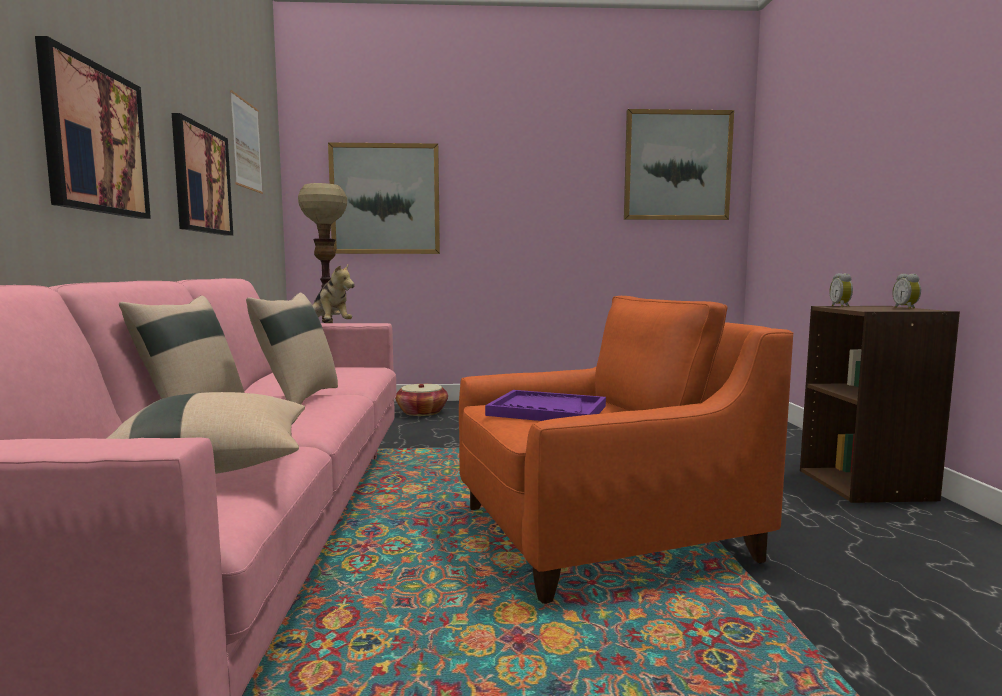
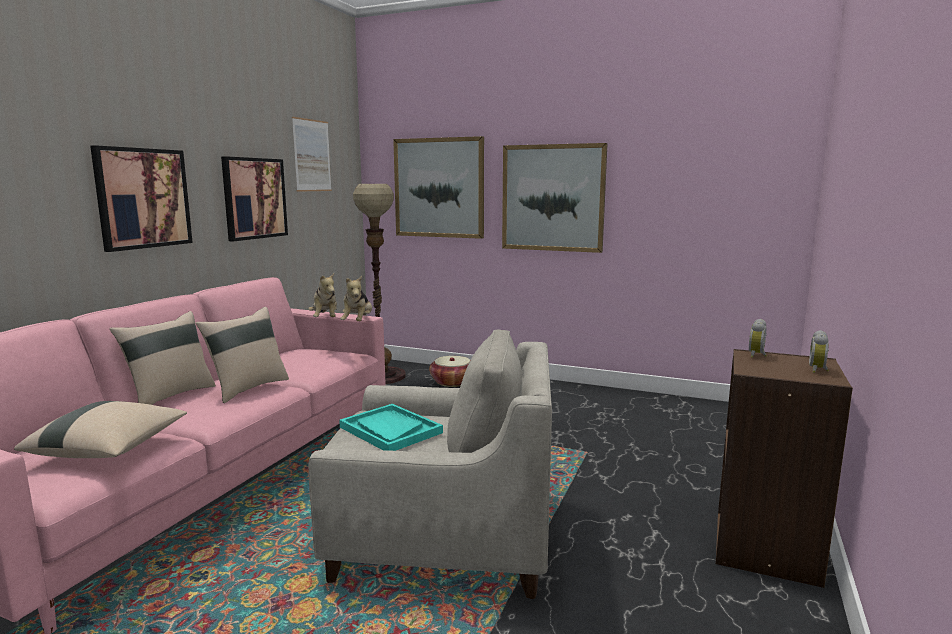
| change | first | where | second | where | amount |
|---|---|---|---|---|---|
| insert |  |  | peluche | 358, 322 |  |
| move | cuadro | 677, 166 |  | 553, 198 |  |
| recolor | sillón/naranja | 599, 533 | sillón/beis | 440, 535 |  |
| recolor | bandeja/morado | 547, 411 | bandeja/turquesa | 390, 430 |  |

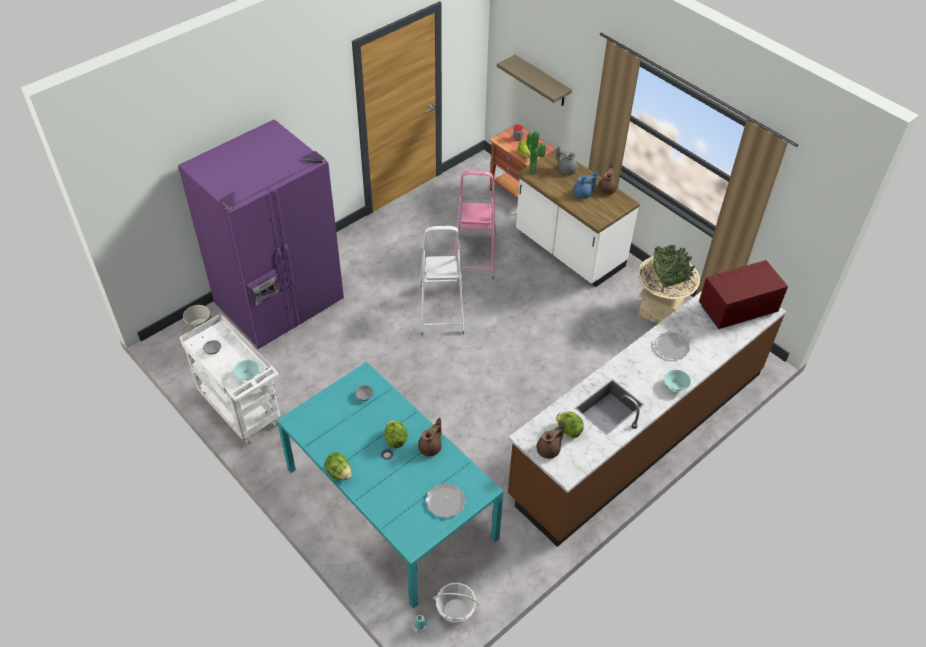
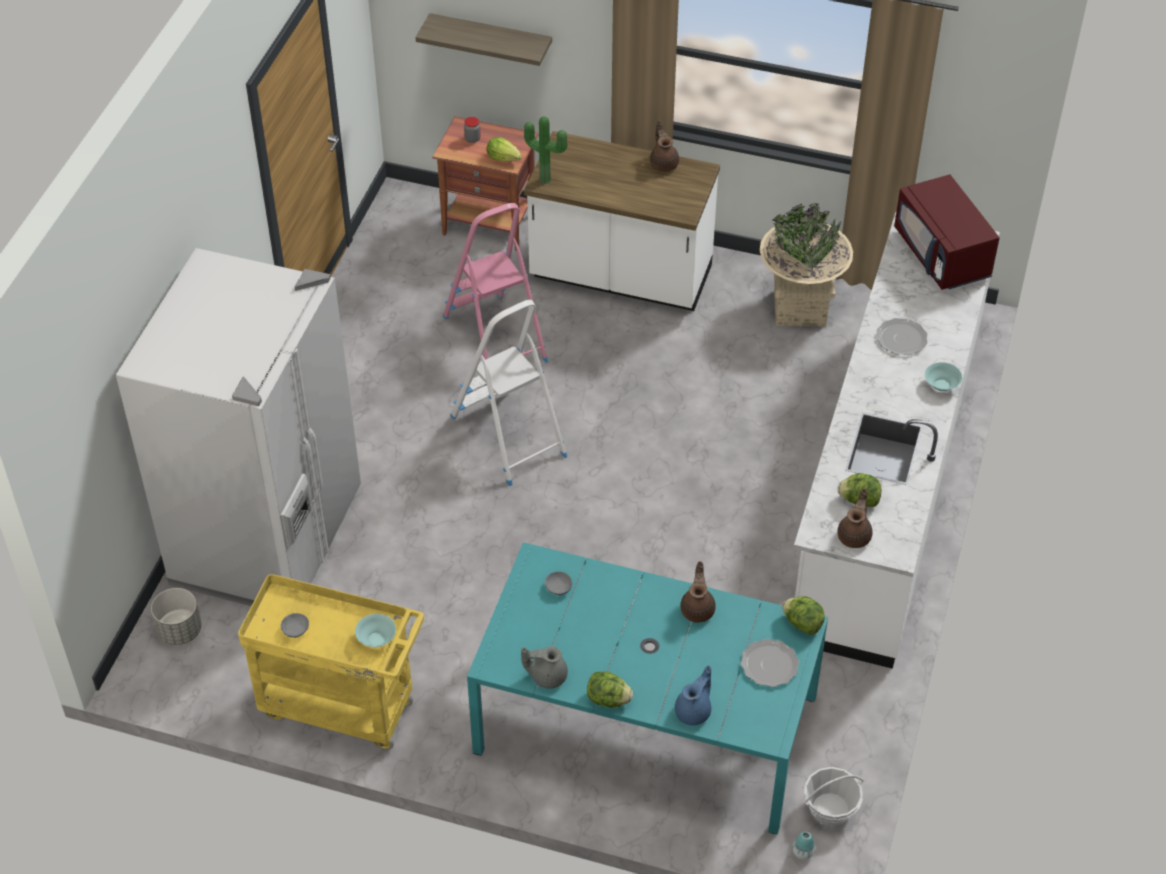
| change | first | where | second | where | amount |
|---|---|---|---|---|---|
| move | lechuga | 395, 439 |  | 802, 624 |  |
| move | tetera/gris | 566, 169 |  | 547, 676 |  |
| move | tetera/azul | 583, 194 |  | 694, 711 |  |
| recolor | nevera/morado | 280, 304 | nevera/blanco | 268, 537 |  |
| recolor | carrito/blanco | 243, 413 | carrito/amarillo | 344, 712 |  |
| recolor | mueble bajo de cocina/marrón | 639, 432 | mueble bajo de cocina/blanco | 886, 478 |  |
| rotate | microondas/rojo | 737, 309 |  | 942, 255 | 60 degrees counterclockwise |

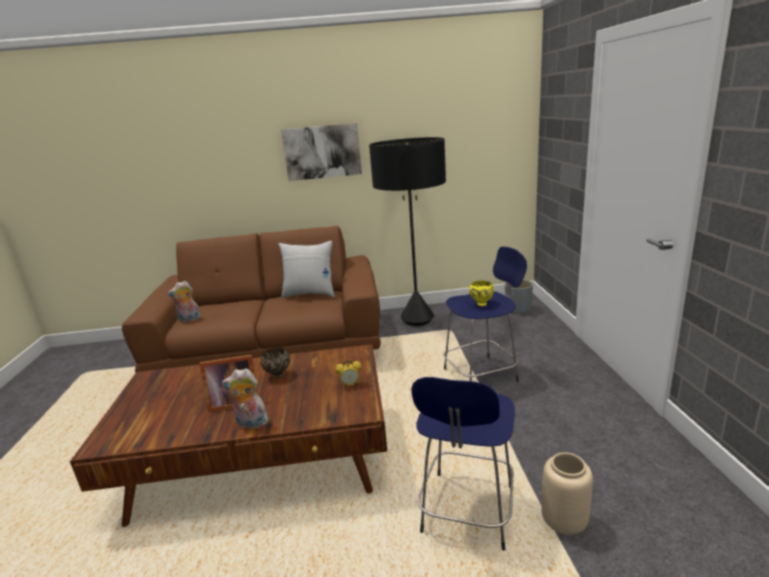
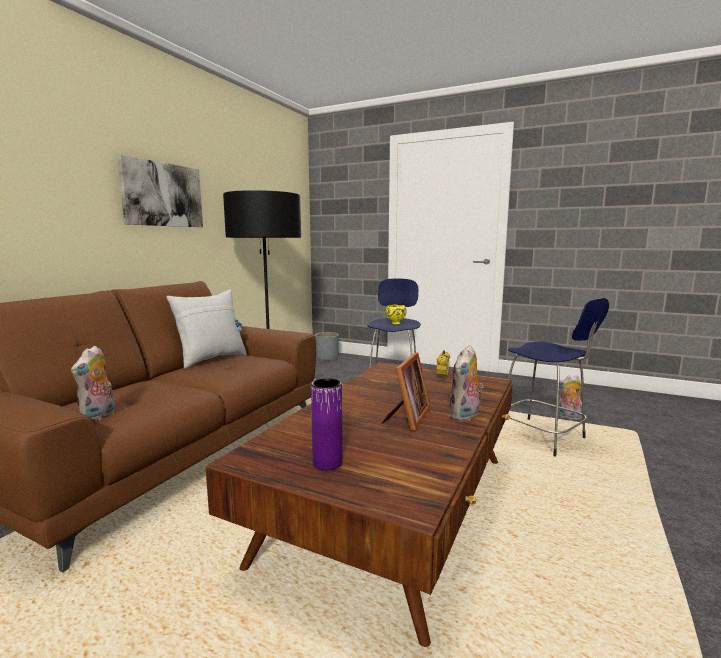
| change | first | where | second | where | amount |
|---|---|---|---|---|---|
| delete | cuenco/marrón | 277, 375 |  |  |  |
| insert |  |  | florero/morado | 327, 463 |  |
| replace | florero/beis | 565, 522 | peluche | 568, 417 |  |

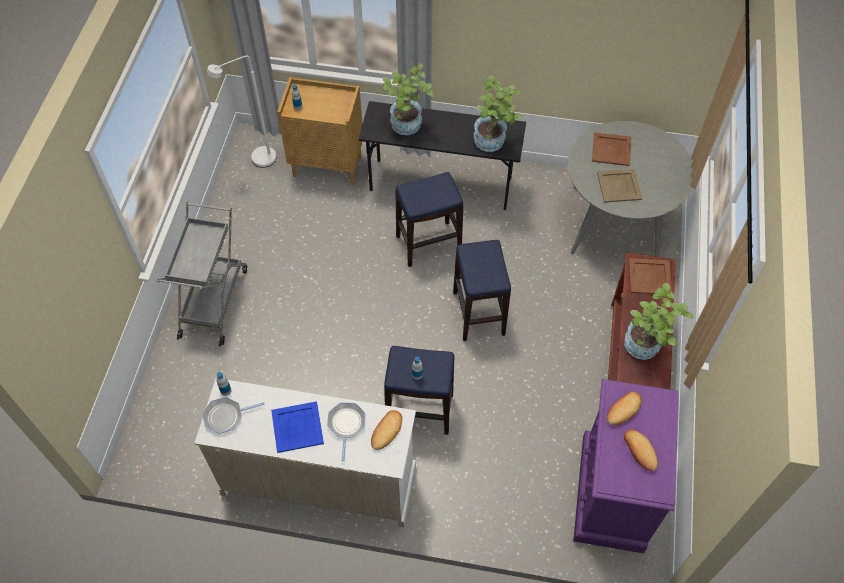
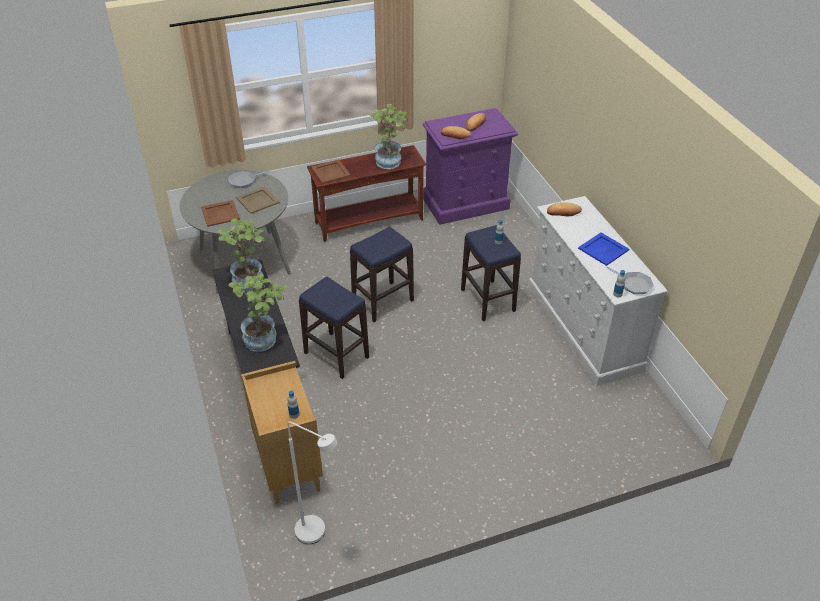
| change | first | where | second | where | amount |
|---|---|---|---|---|---|
| delete | carrito/gris | 215, 302 |  |  |  |
| move | sartén | 346, 425 |  | 244, 181 |  |

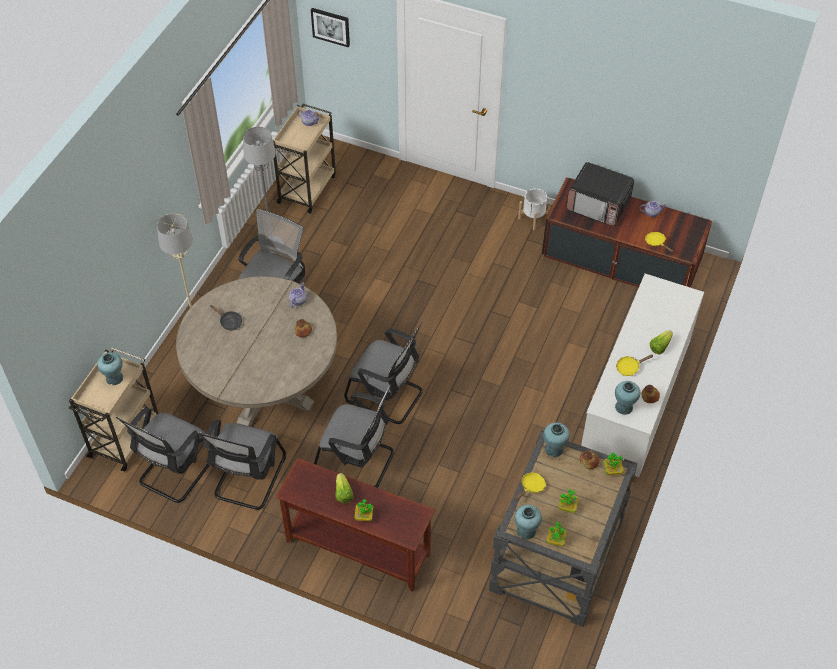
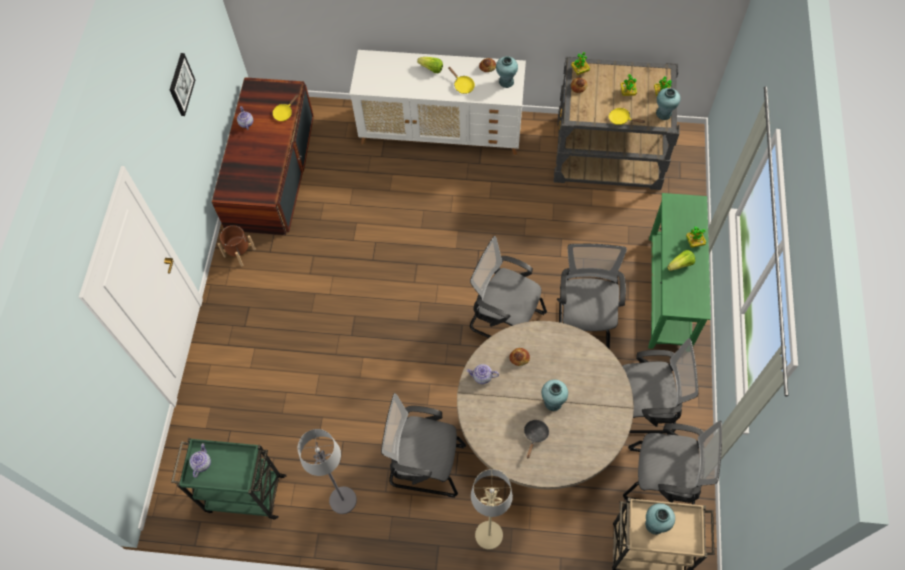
| change | first | where | second | where | amount |
|---|---|---|---|---|---|
| delete | microondas | 598, 205 |  |  |  |
| move | cuadro | 331, 26 |  | 181, 84 |  |
| move | florero/turquesa | 553, 449 |  | 553, 402 |  |
| recolor | carrito/beis | 307, 188 | carrito/verde | 243, 493 |  |
| recolor | mesa consola/marrón | 357, 548 | mesa consola/verde | 669, 294 |  |
| recolor | maceta/blanco | 533, 218 | maceta/marrón | 239, 253 |  |
| rotate | silla | 386, 397 |  | 505, 319 | 75 degrees counterclockwise |

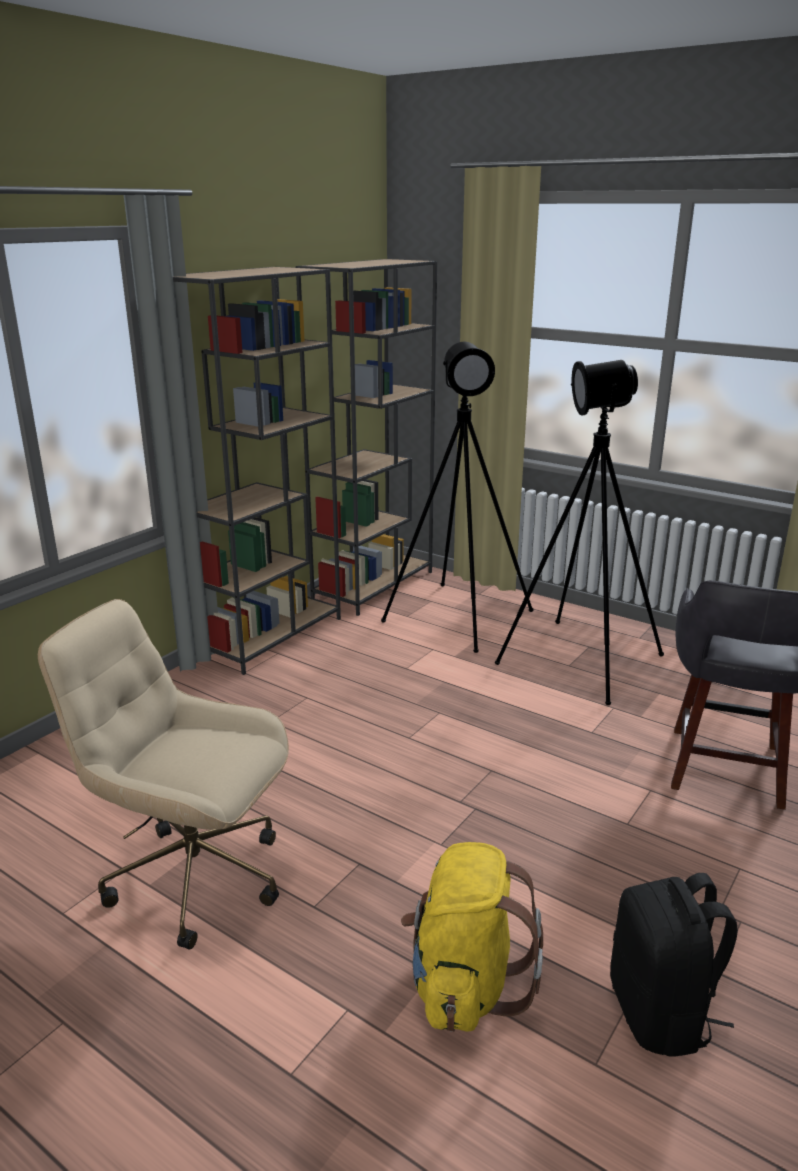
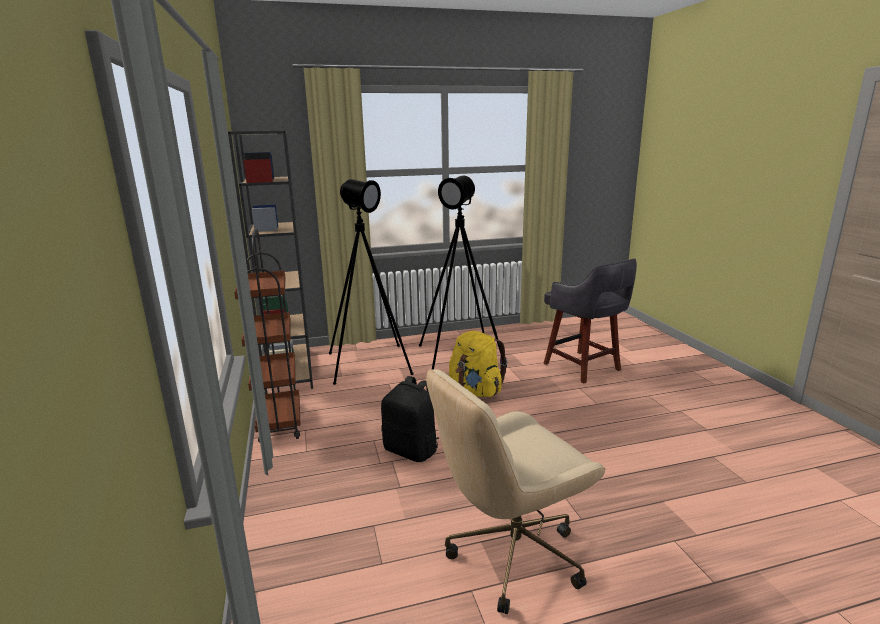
| change | first | where | second | where | amount |
|---|---|---|---|---|---|
| move | mochila/amarillo | 465, 984 |  | 476, 391 |  |
| move | mochila/negro | 661, 1014 |  | 412, 450 |  |
| replace | estantería | 270, 636 | carrito/marrón | 279, 424 |  |

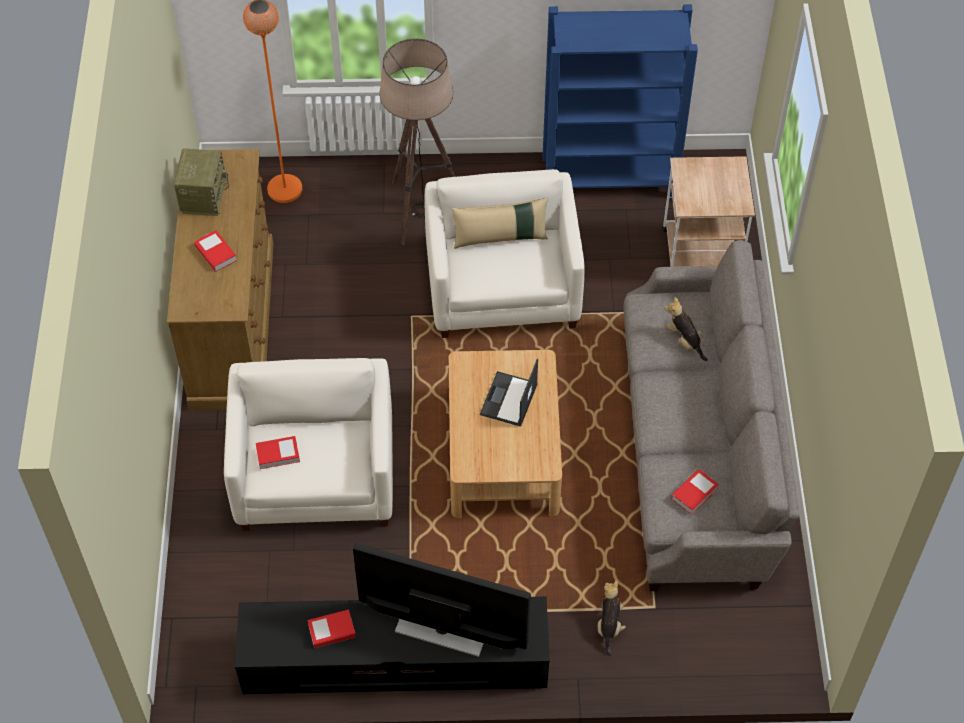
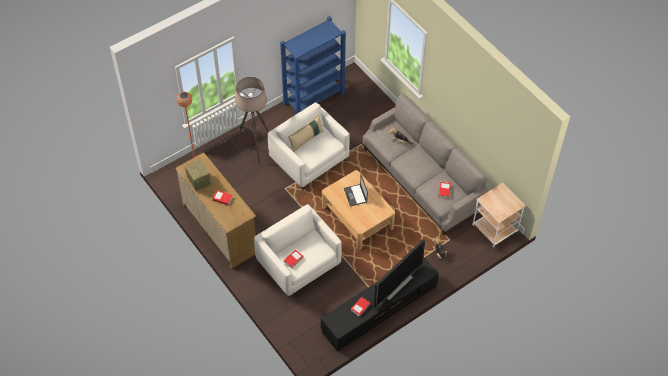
| change | first | where | second | where | amount |
|---|---|---|---|---|---|
| move | carrito/beis | 700, 257 |  | 495, 230 |  |
| rotate | televisor | 441, 631 |  | 396, 285 | 150 degrees clockwise |

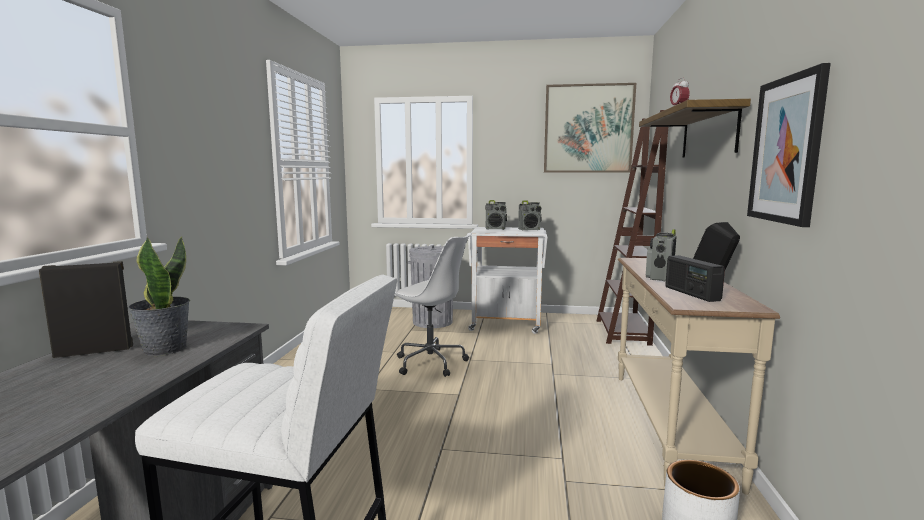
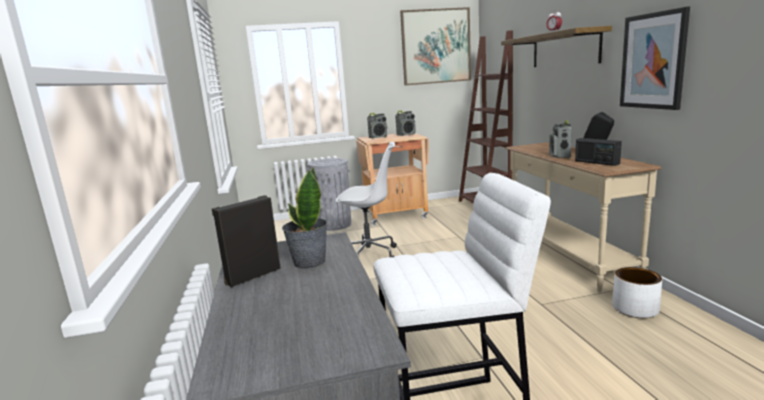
| change | first | where | second | where | amount |
|---|---|---|---|---|---|
| recolor | carrito/blanco | 507, 324 | carrito/marrón | 396, 215 |  |

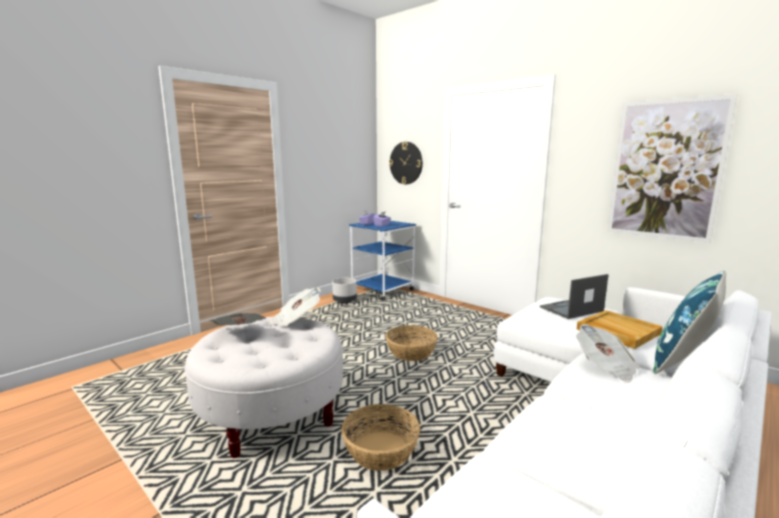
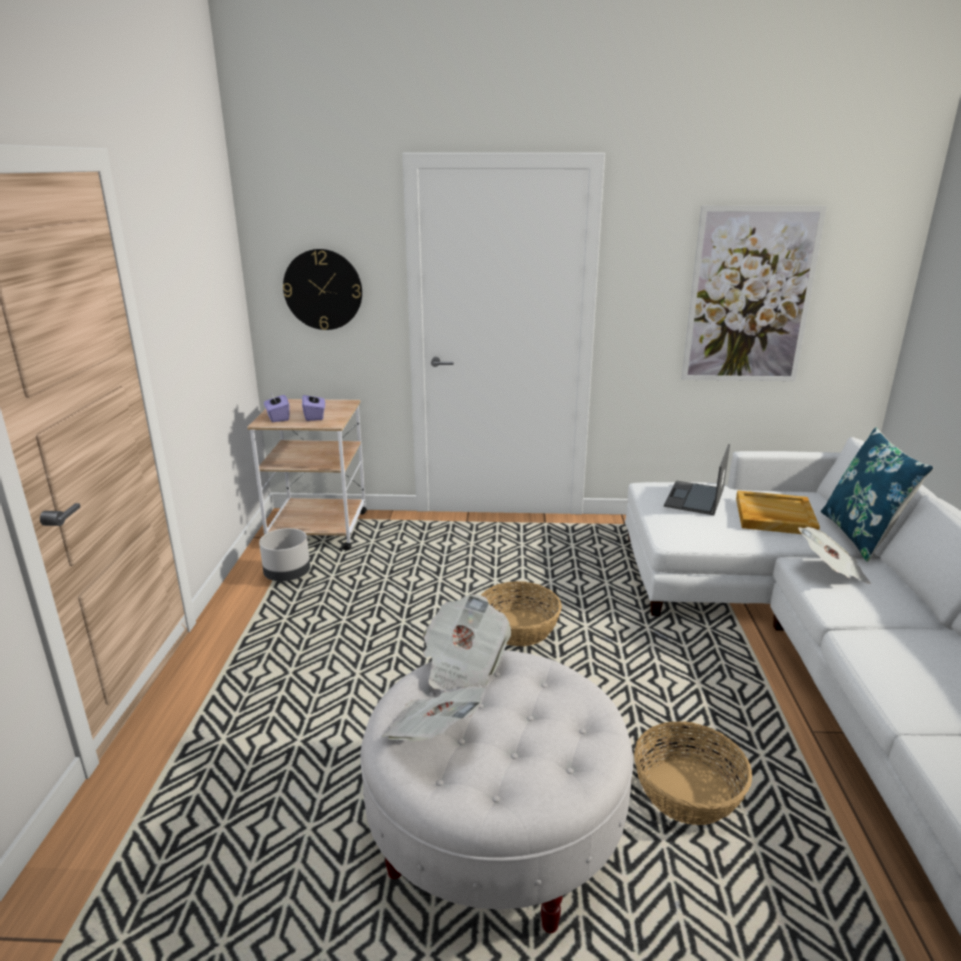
| change | first | where | second | where | amount |
|---|---|---|---|---|---|
| recolor | carrito/azul | 383, 291 | carrito/beis | 320, 530 |  |

